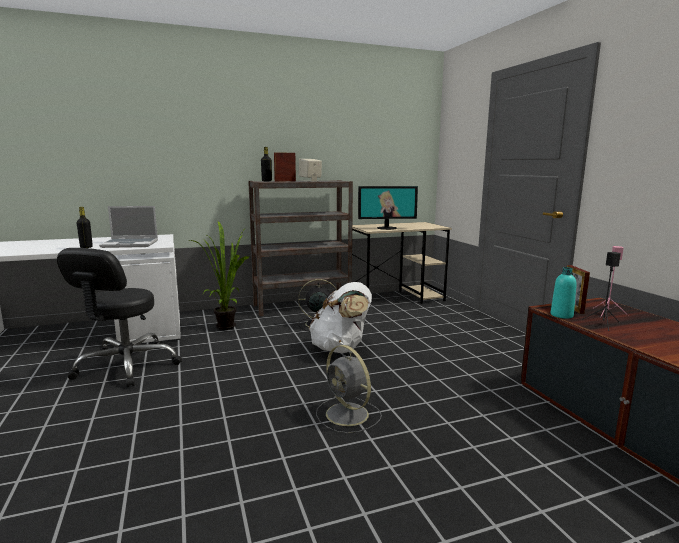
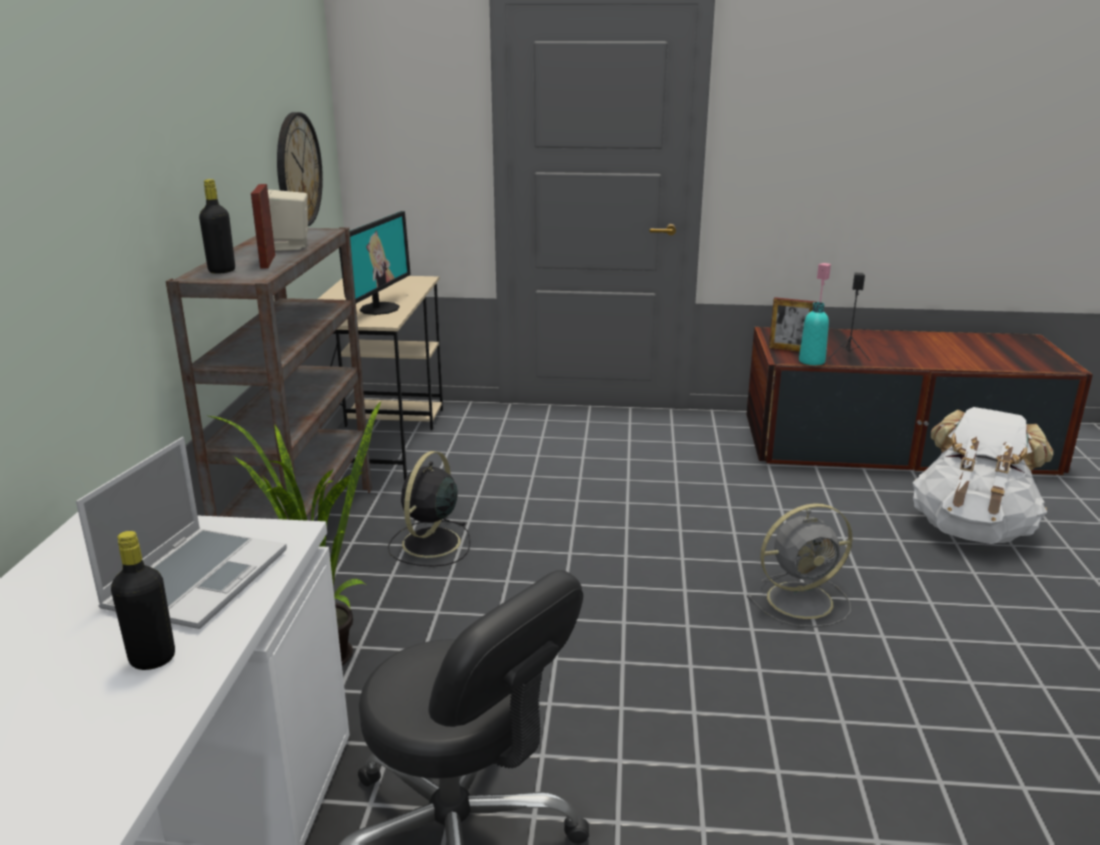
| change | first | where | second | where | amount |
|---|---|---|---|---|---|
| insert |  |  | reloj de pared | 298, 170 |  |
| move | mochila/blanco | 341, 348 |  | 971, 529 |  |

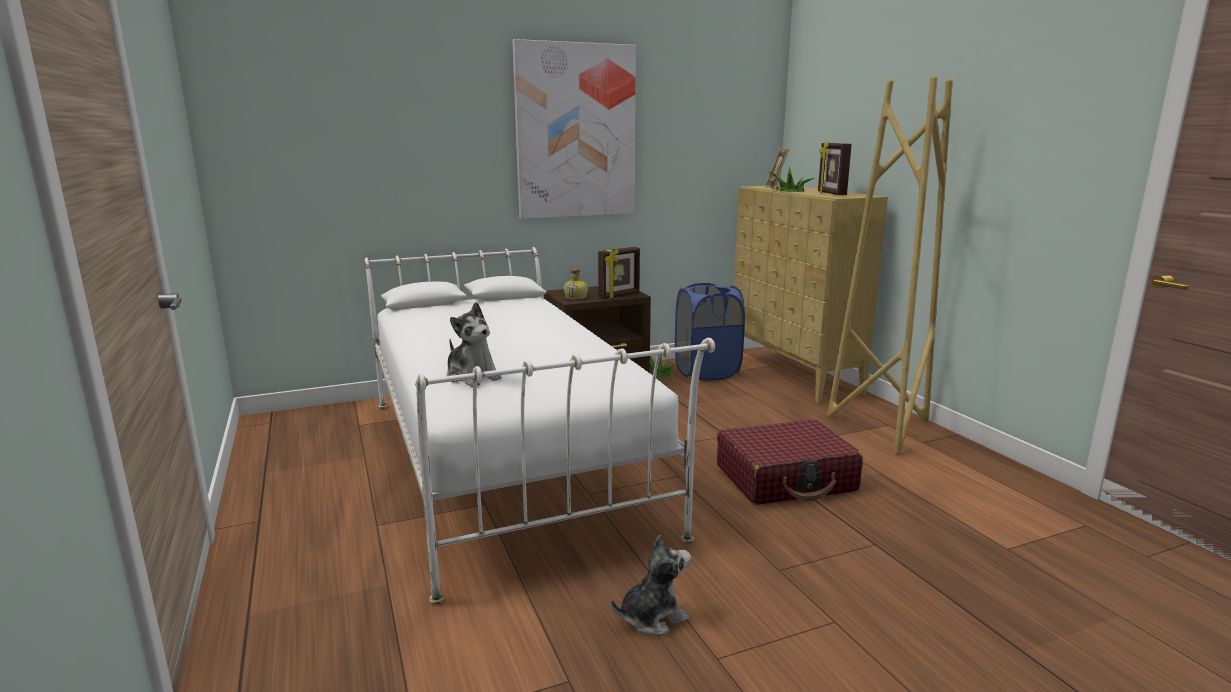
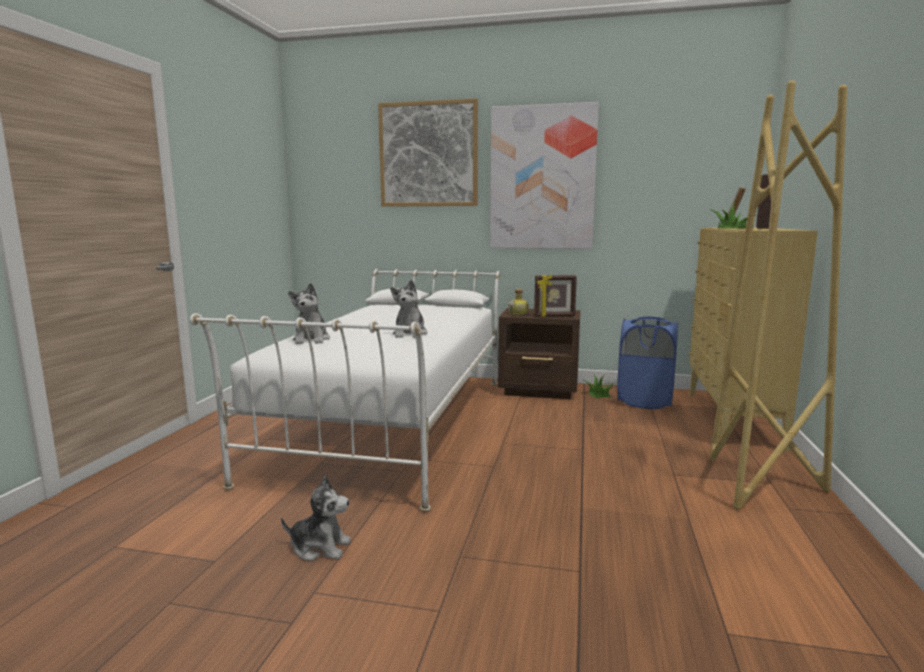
| change | first | where | second | where | amount |
|---|---|---|---|---|---|
| delete | maleta/rojo | 786, 478 |  |  |  |
| insert |  |  | cuadro | 428, 154 |  |
| insert |  |  | peluche | 410, 334 |  |

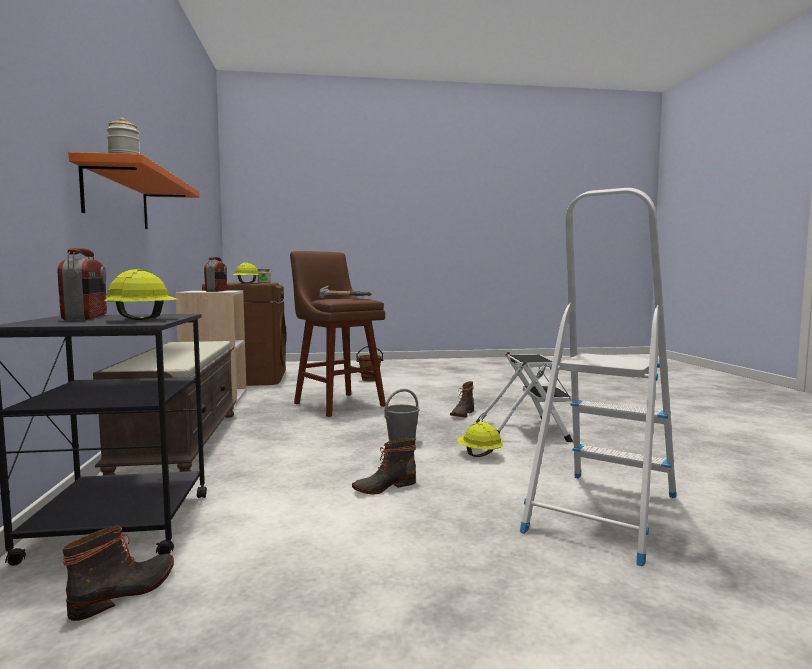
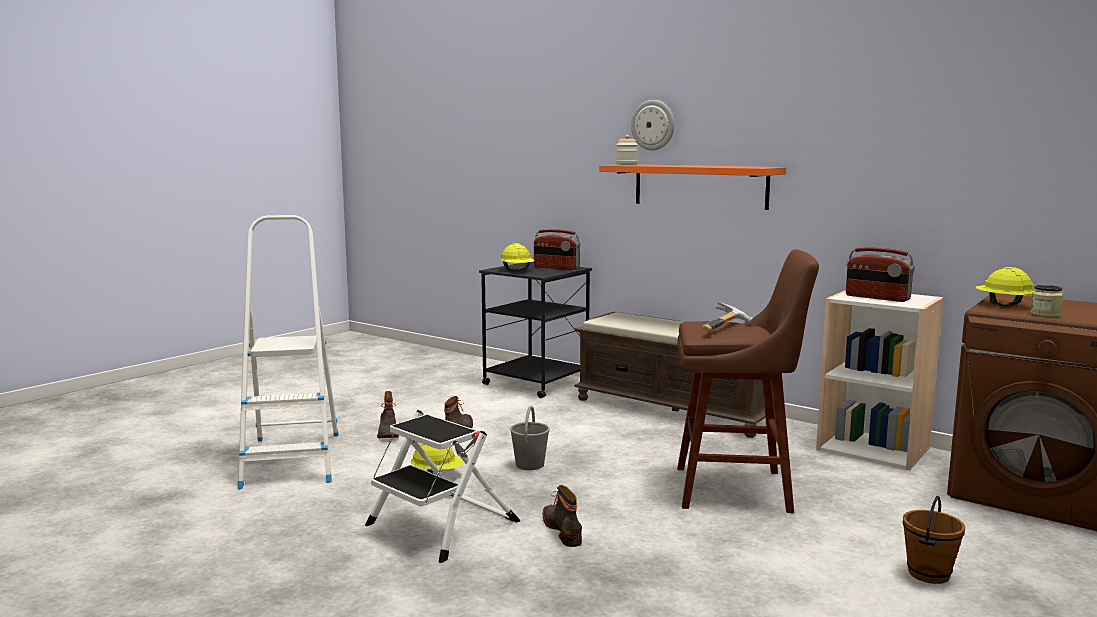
| change | first | where | second | where | amount |
|---|---|---|---|---|---|
| insert |  |  | reloj de pared | 653, 125 |  |
| move | bota | 125, 592 |  | 387, 433 |  |

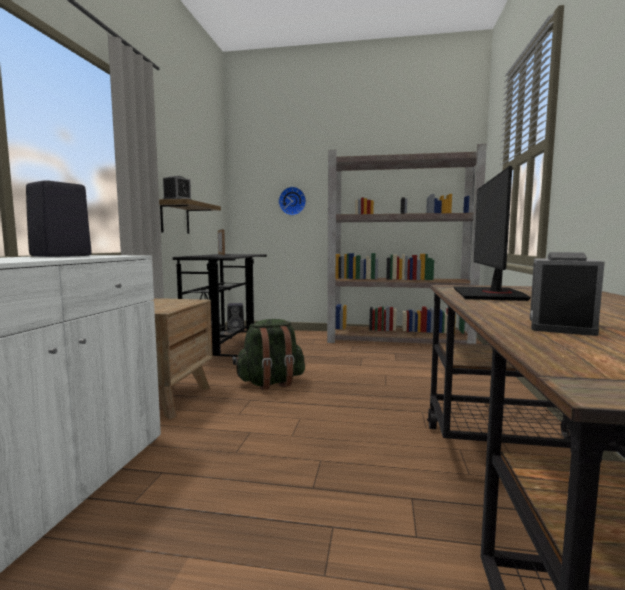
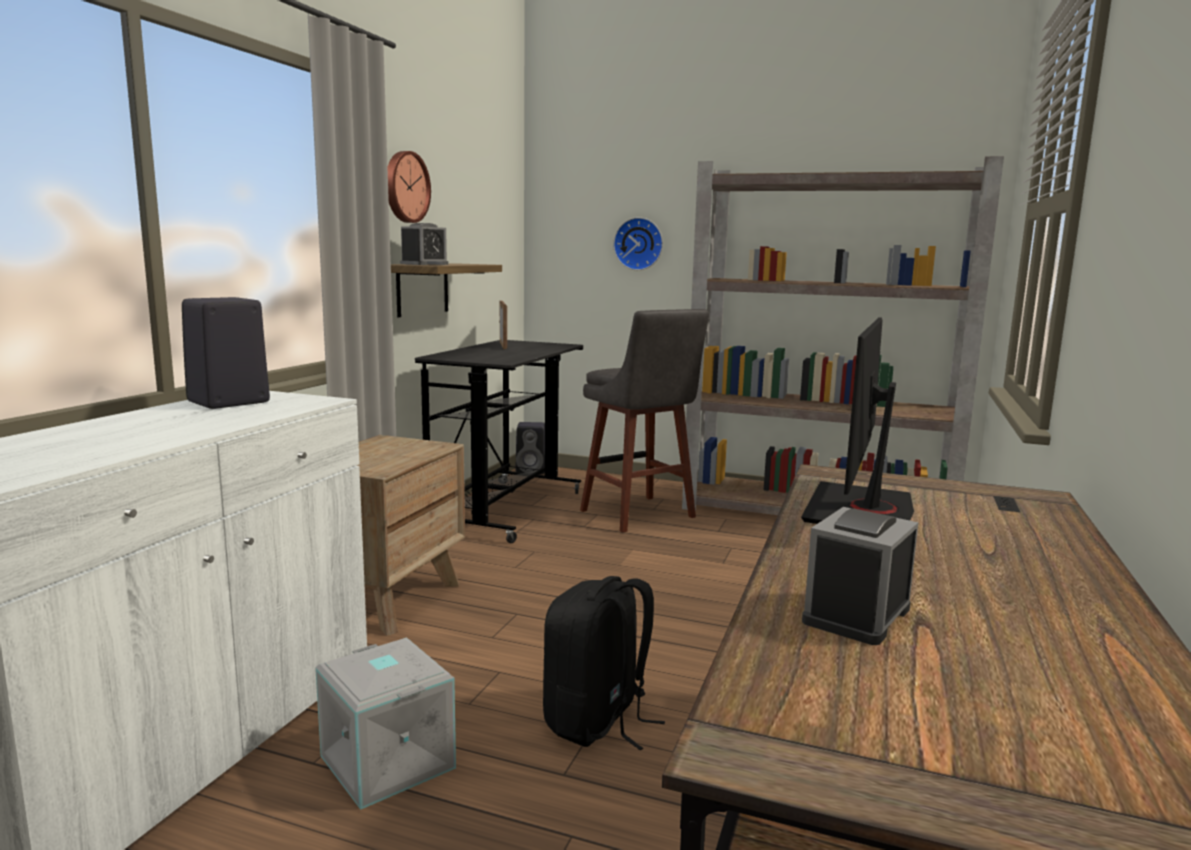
| change | first | where | second | where | amount |
|---|---|---|---|---|---|
| delete | mochila/verde | 271, 383 |  |  |  |
| insert |  |  | caja de almacenaje/gris | 385, 762 |  |
| insert |  |  | reloj de pared | 405, 187 |  |
| insert |  |  | mochila/negro | 598, 722 |  |
| insert |  |  | taburete/gris | 639, 515 |  |

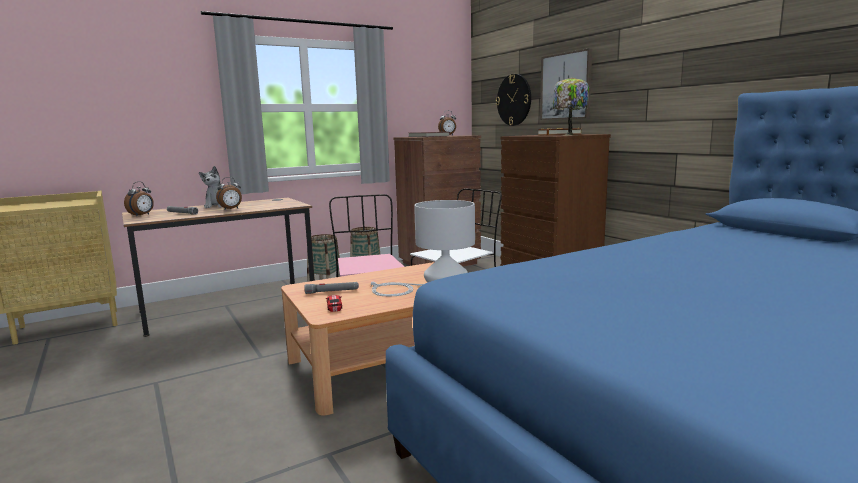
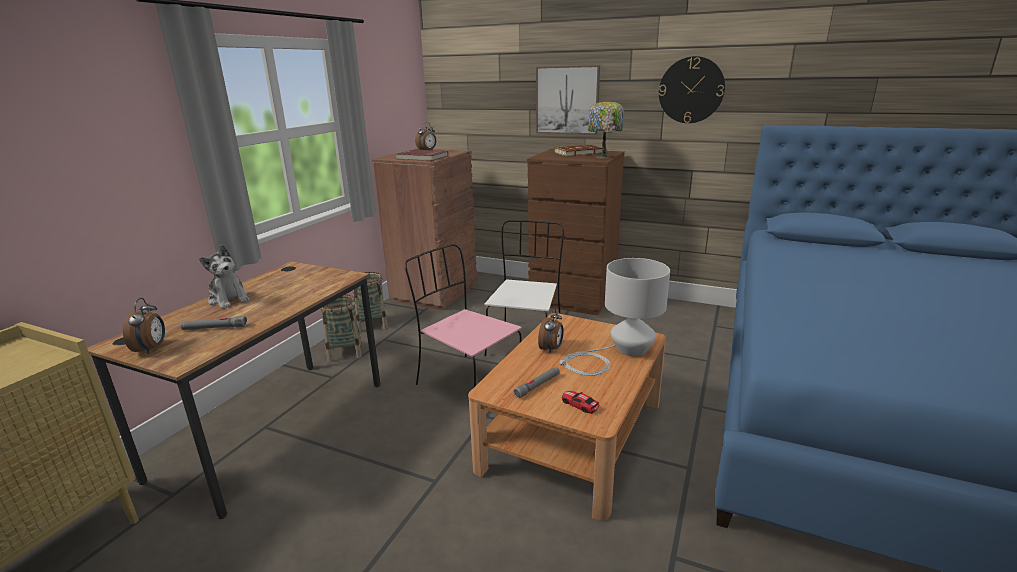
| change | first | where | second | where | amount |
|---|---|---|---|---|---|
| move | despertador | 231, 209 |  | 551, 349 |  |
| move | reloj de pared | 514, 100 |  | 691, 90 |  |

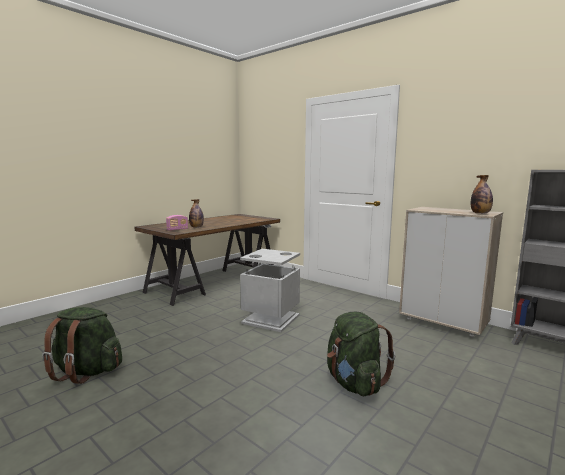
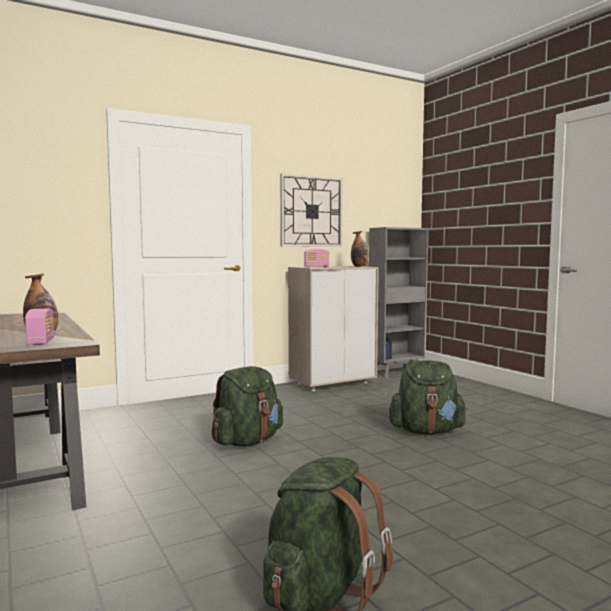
| change | first | where | second | where | amount |
|---|---|---|---|---|---|
| insert |  |  | reloj de pared | 311, 211 |  |
| insert |  |  | radio | 316, 267 |  |
| replace | papelera/gris | 271, 319 | mochila/verde | 247, 442 |  |

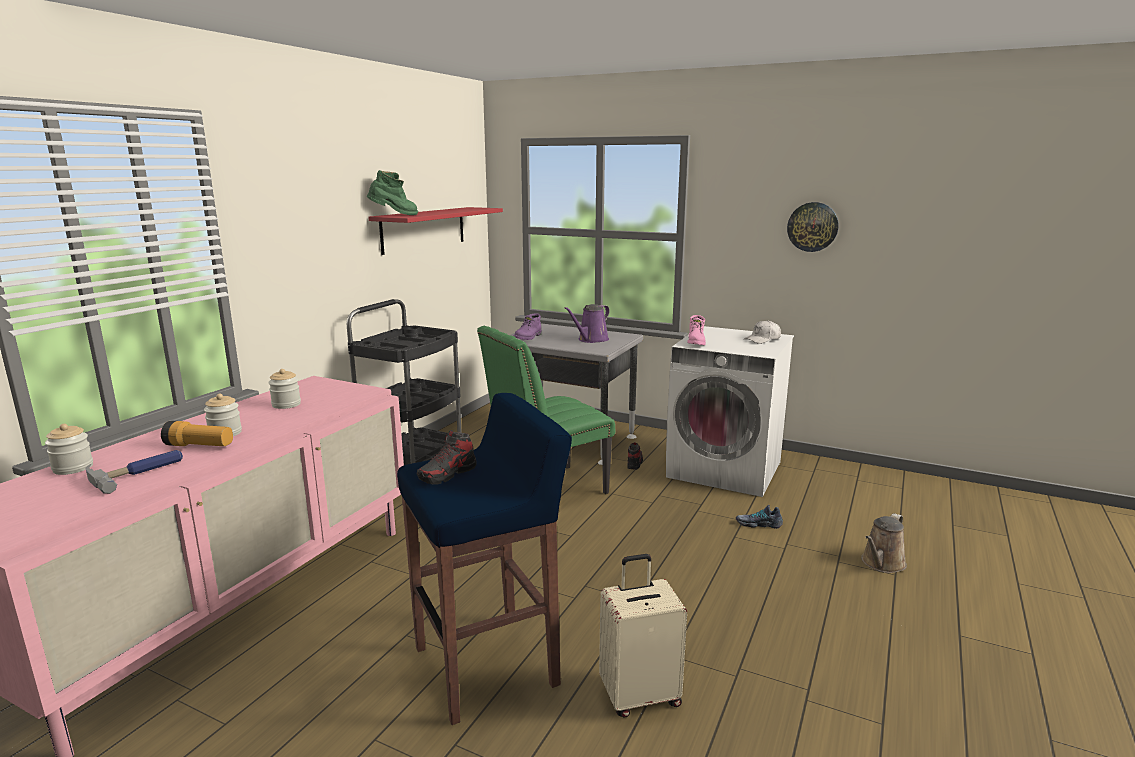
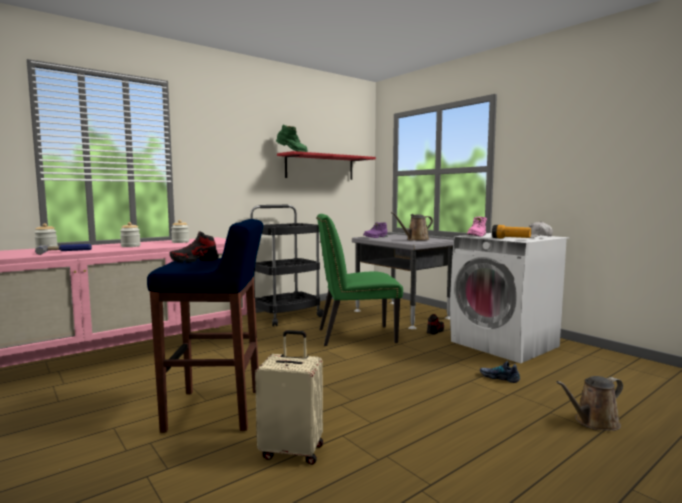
| change | first | where | second | where | amount |
|---|---|---|---|---|---|
| delete | reloj de pared | 812, 227 |  |  |  |
| move | linterna | 199, 446 |  | 510, 238 |  |
| recolor | regadera/morado | 591, 340 | regadera/marrón | 415, 239 |  |

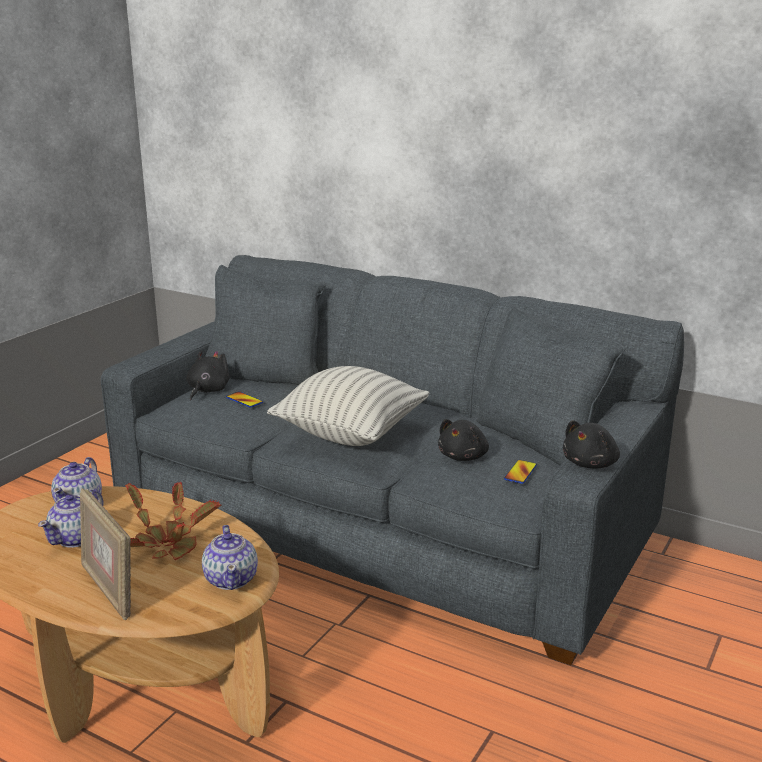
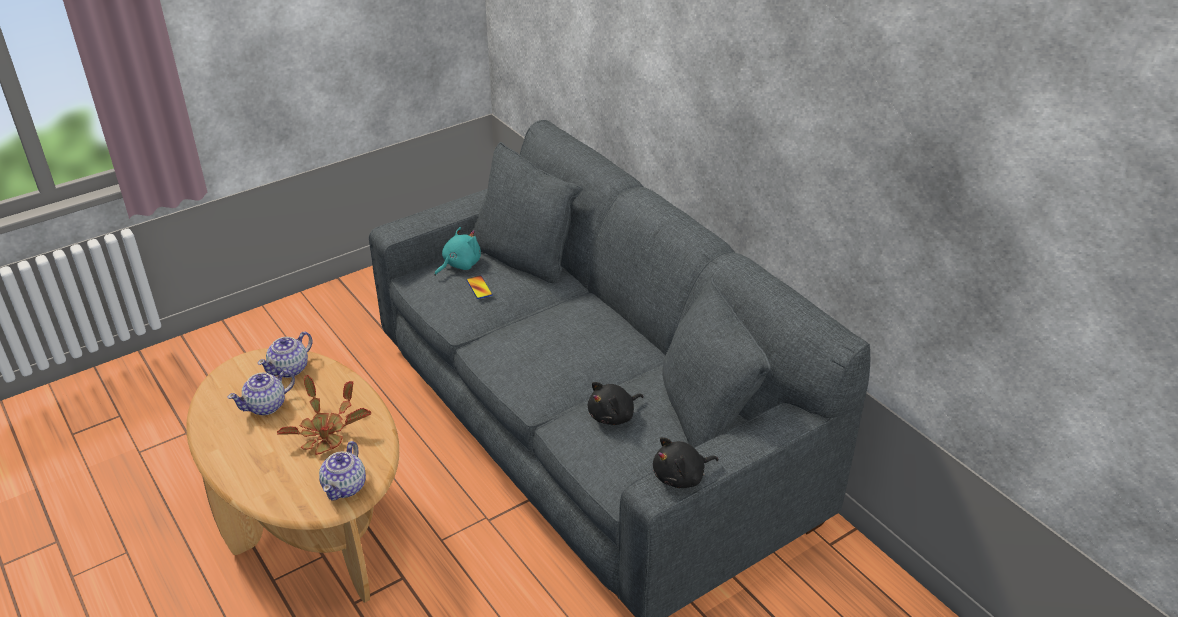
| change | first | where | second | where | amount |
|---|---|---|---|---|---|
| delete | portarretratos | 109, 590 |  |  |  |
| delete | cojín | 350, 433 |  |  |  |
| delete | móvil | 520, 472 |  |  |  |
| recolor | peluche/negro | 207, 390 | peluche/turquesa | 459, 265 |  |

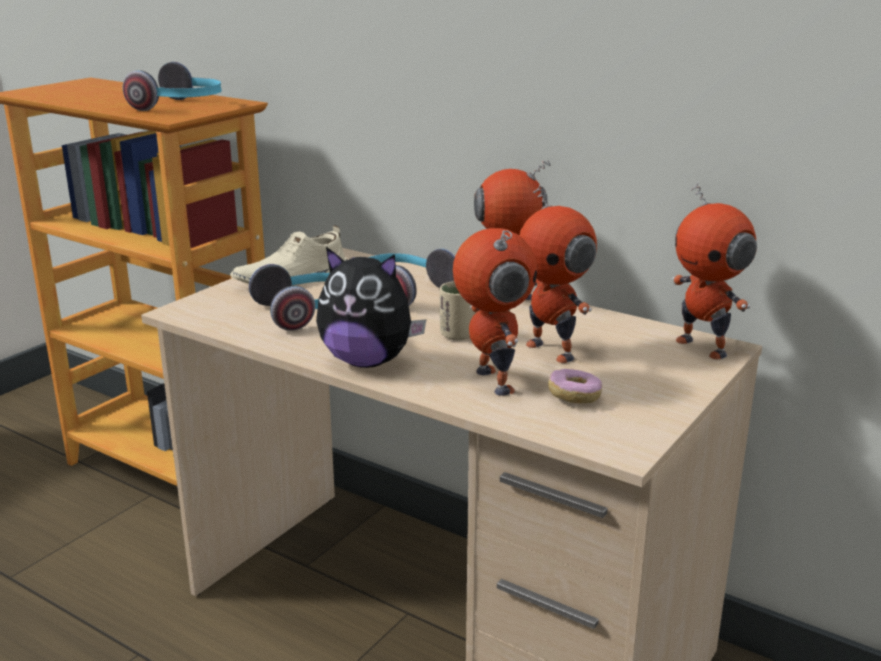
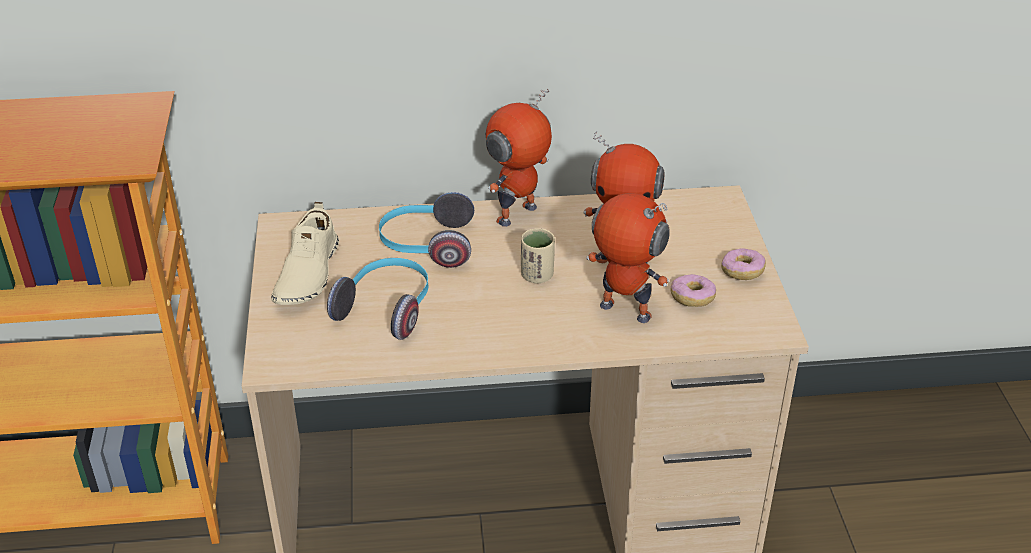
| change | first | where | second | where | amount |
|---|---|---|---|---|---|
| delete | auriculares | 181, 106 |  |  |  |
| delete | peluche | 368, 361 |  |  |  |
| delete | robot de juguete | 703, 347 |  |  |  |
| insert |  |  | rosquilla | 742, 272 |  |

